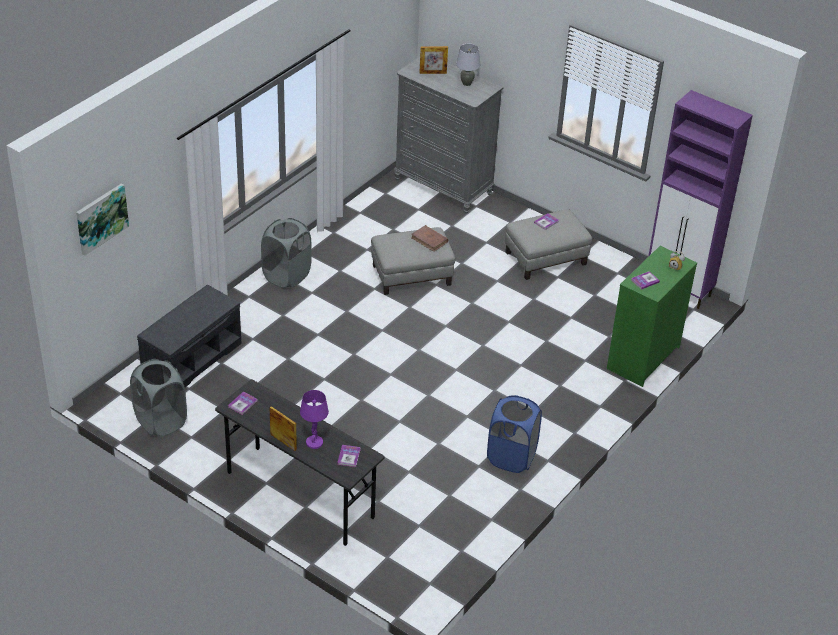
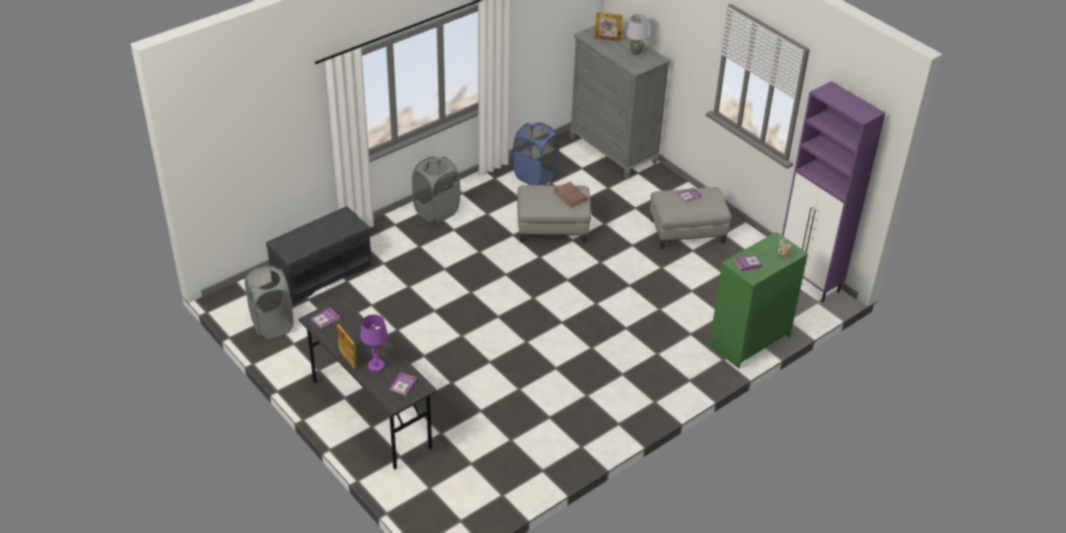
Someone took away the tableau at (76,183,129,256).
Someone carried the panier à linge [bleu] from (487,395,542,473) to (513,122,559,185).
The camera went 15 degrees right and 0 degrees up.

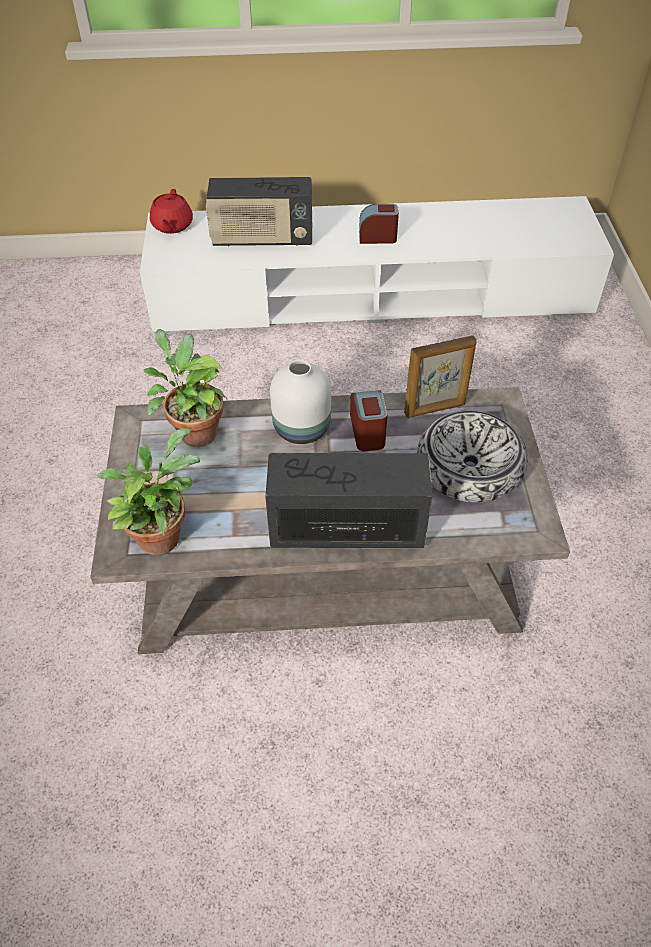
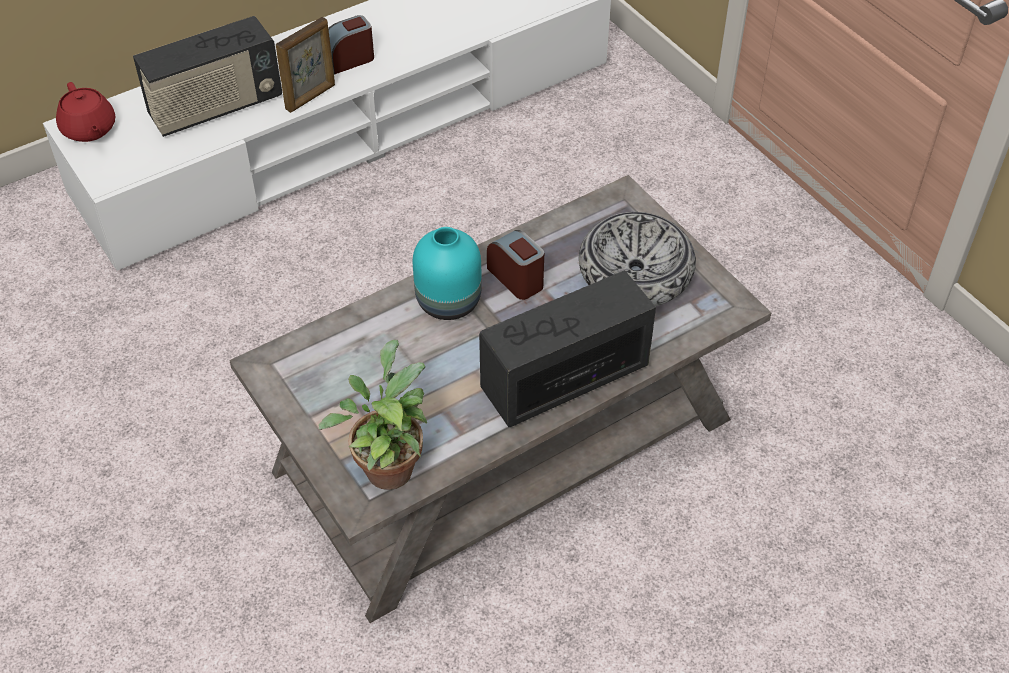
Someone took away the plante en pot at (143,329,227,447).
Someone carried the cadre photo from (404,335,477,418) to (276,17,335,113).
Someone repainted the vase [blanc] at (270,359,331,444), which became the vase [turquoise] at (413,227,482,320).
The camera went 30 degrees left and 0 degrees up.

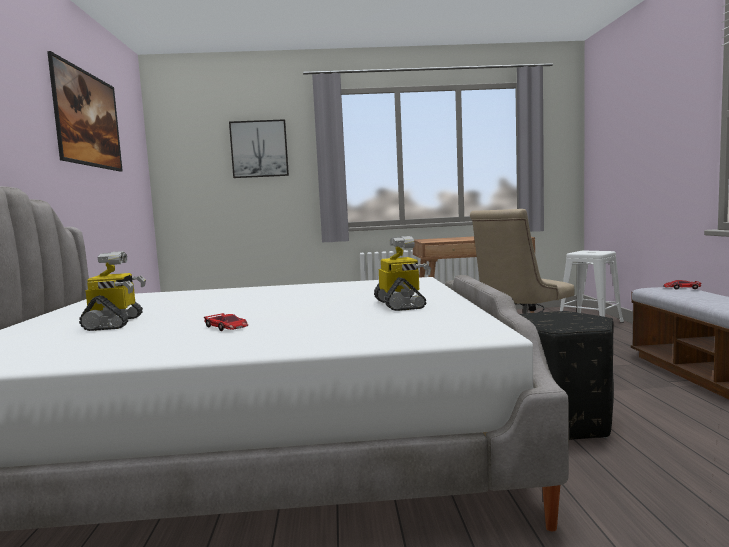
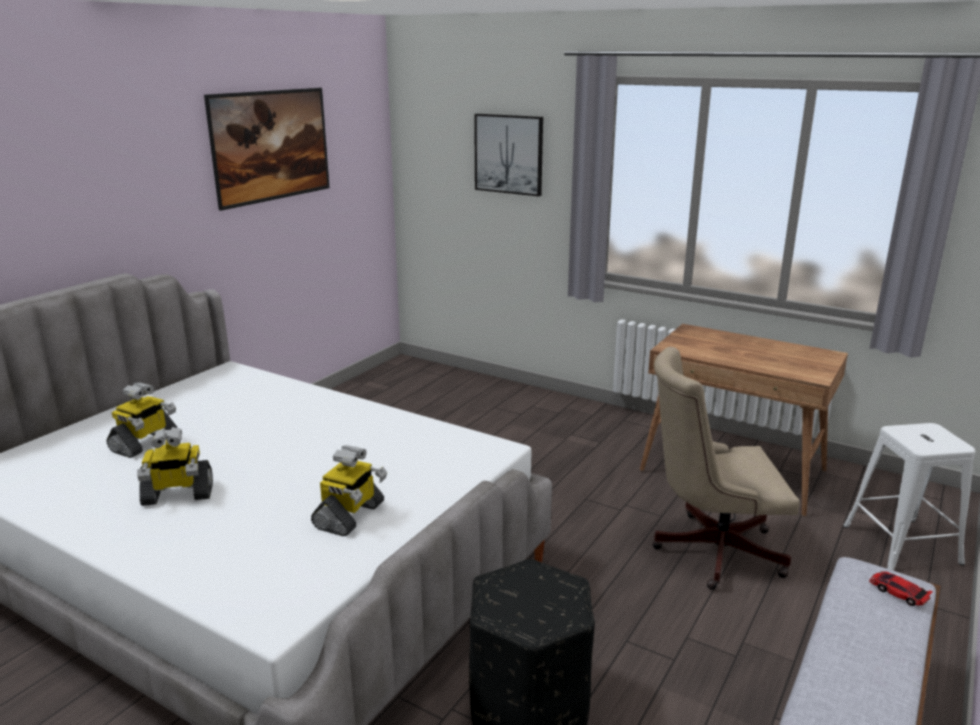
Someone swapped the petite voiture at (204,313,248,331) for the robot jouet at (137,427,213,506).
The camera went 35 degrees right and 15 degrees up.

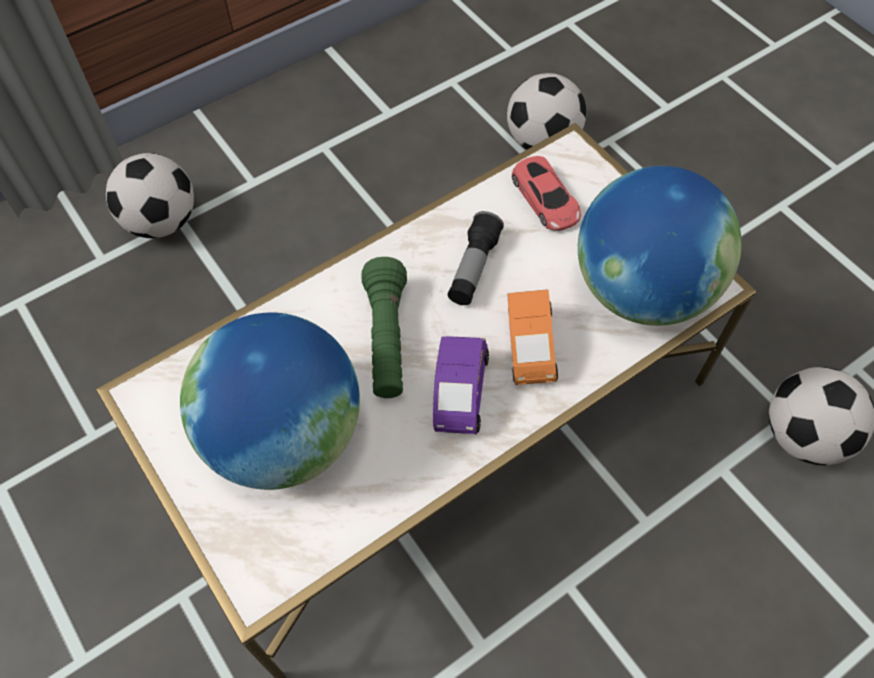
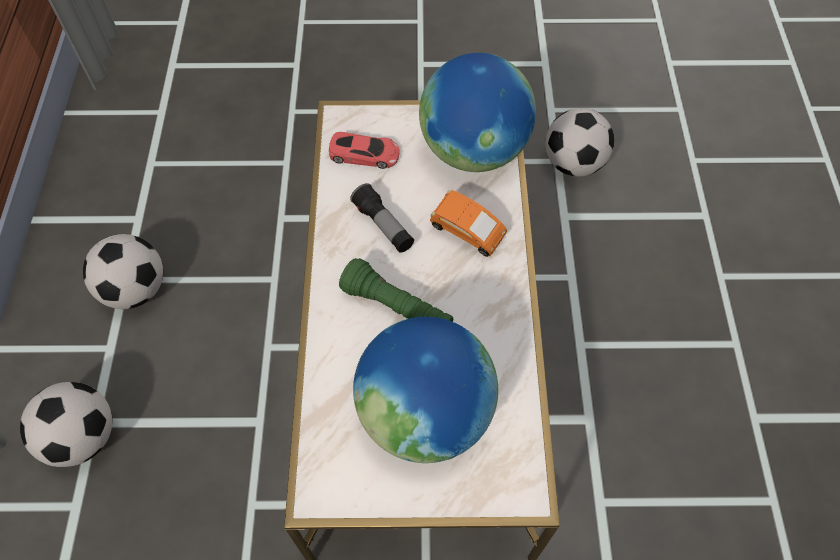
Someone took away the petite voiture [violet] at (433,336,489,434).
Someone carried the ballon de foot from (507,73,586,150) to (83,234,163,309).
The camera went 55 degrees left and 0 degrees up.

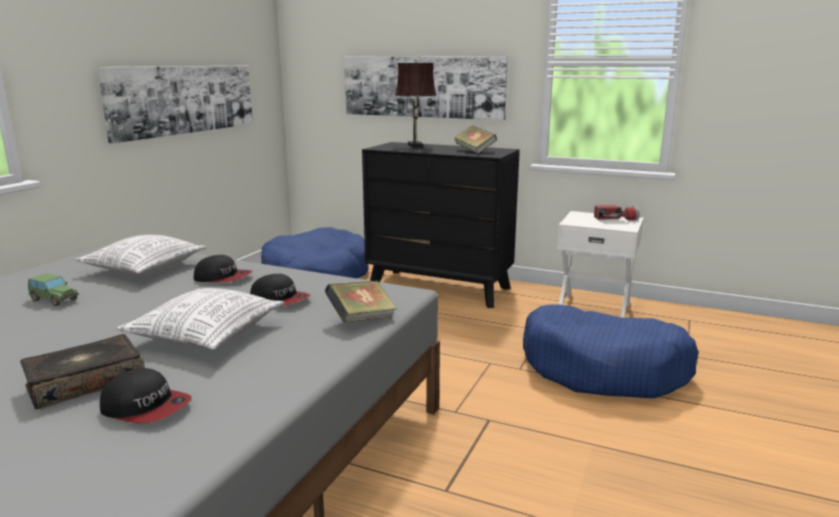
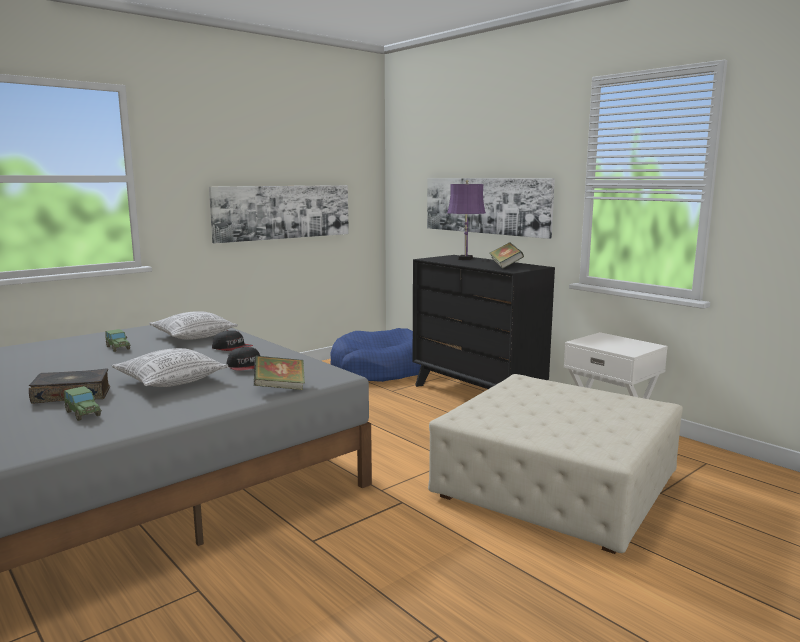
Someone took away the lampe de poche at (594,205,640,220).
Someone swapped the casquette at (100,368,192,424) for the petite voiture at (64,386,102,421).
Someone swapped the panier pour chien [bleu] at (523,304,699,398) for the pouf [beige] at (428,374,683,554).
Someone repainted the lampe de table [marron] at (395,58,437,147), which became the lampe de table [violet] at (447,180,486,260).
The camera went 25 degrees right and 5 degrees down.

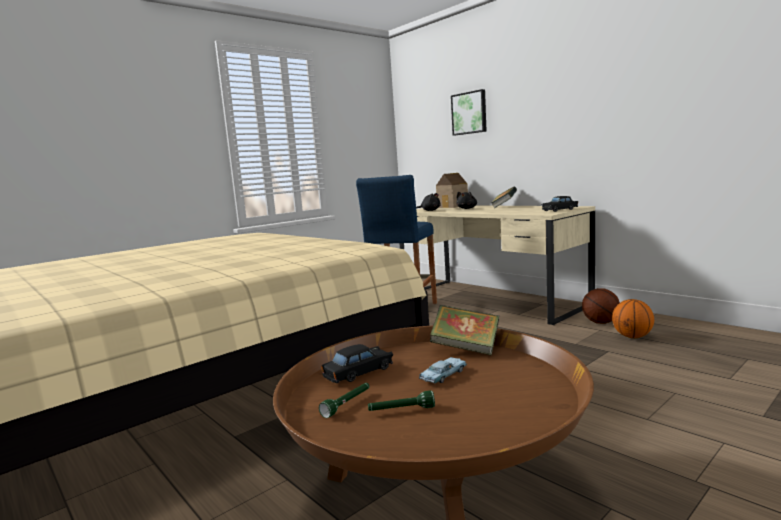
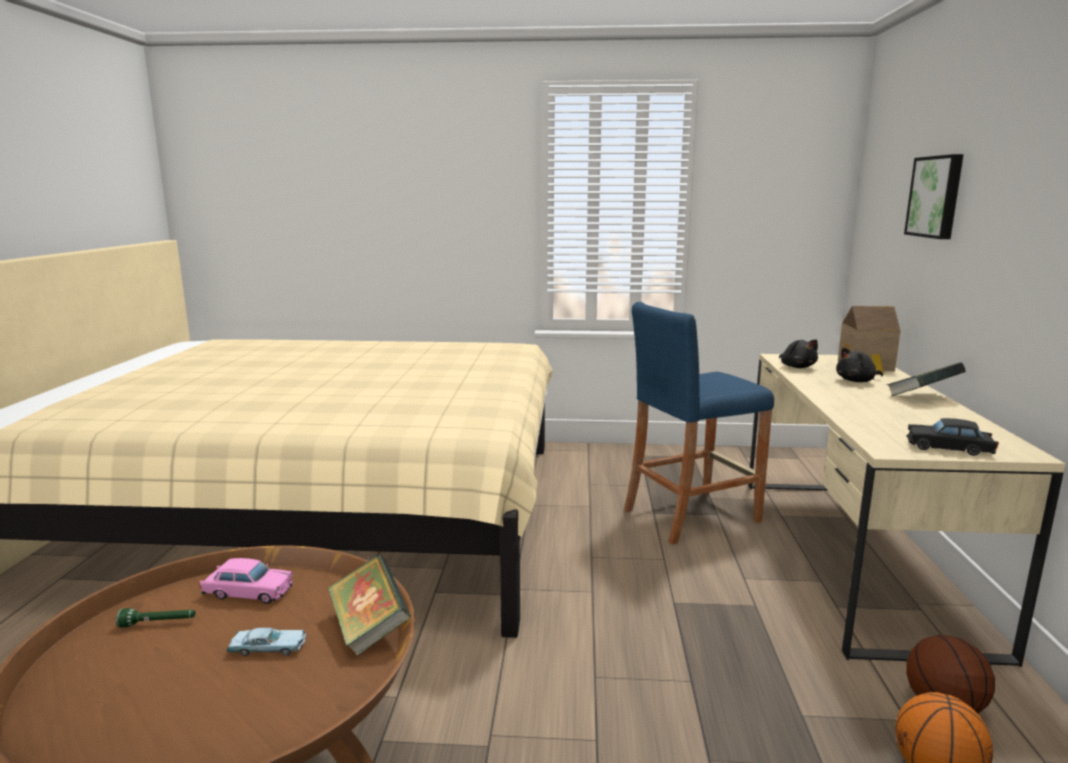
Someone took away the lampe de poche [vert] at (368,391,435,411).
Someone repainted the petite voiture [noir] at (321,344,393,383), which became the petite voiture [rose] at (199,558,293,604).
The camera went 45 degrees right and 5 degrees up.

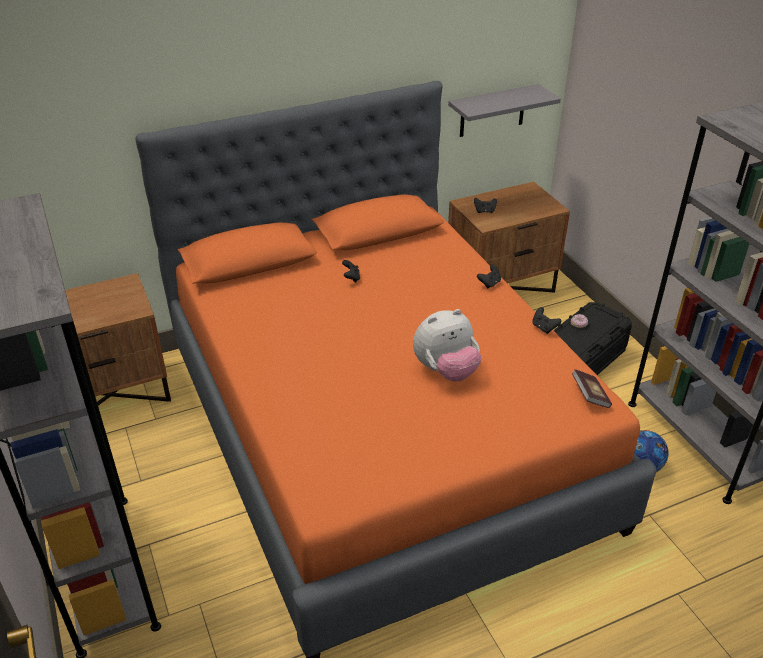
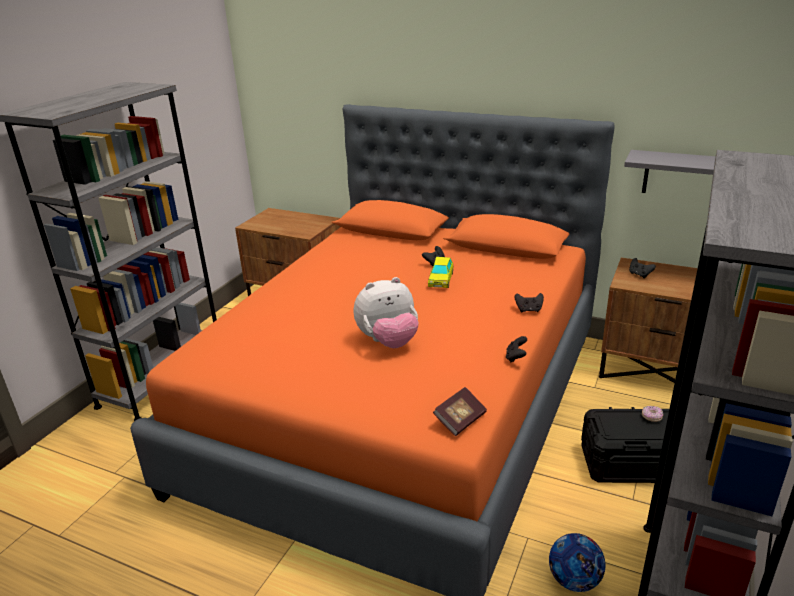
Someone put down the petite voiture at (428,257,453,288).
Someone rotated the peluche at (413,309,481,382) by 45 degrees counterclockwise.
The camera went 50 degrees right and 10 degrees down.

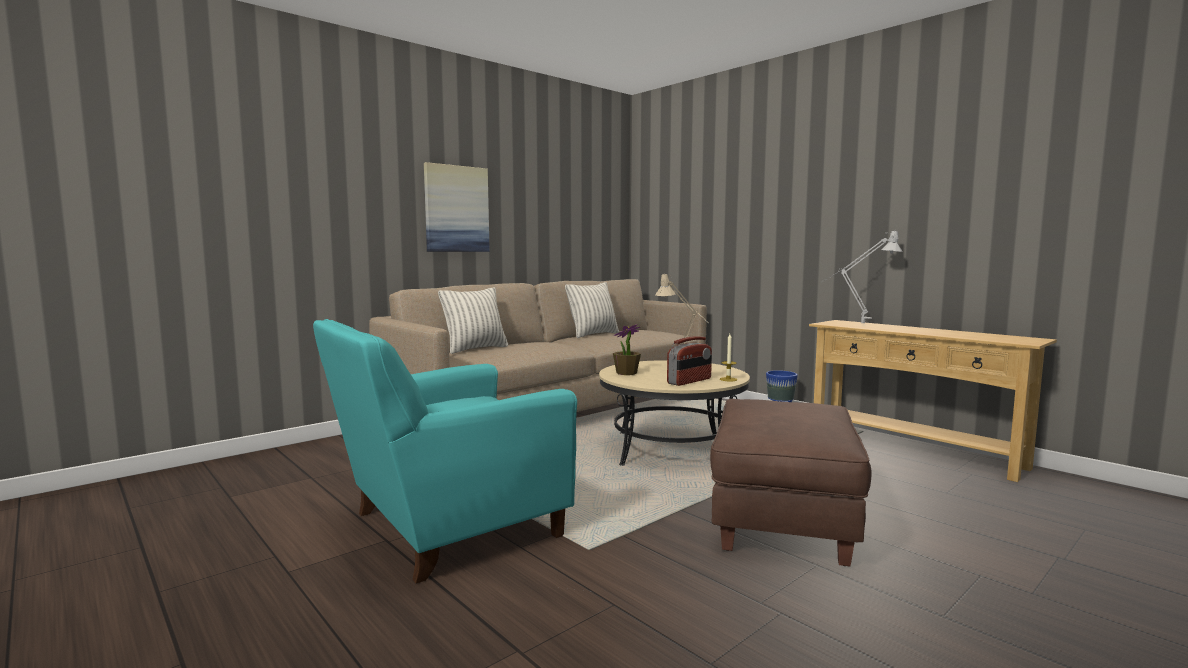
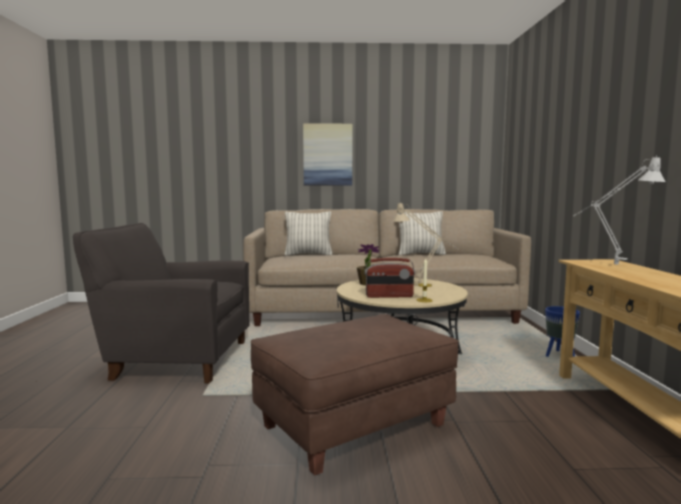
Someone repainted the fauteuil [turquoise] at (313,319,577,584), which became the fauteuil [gris] at (73,223,250,384).
The camera went 40 degrees right and 0 degrees up.

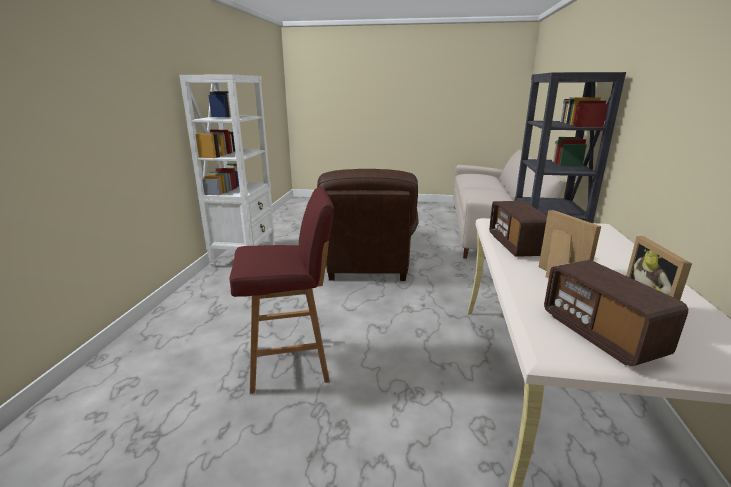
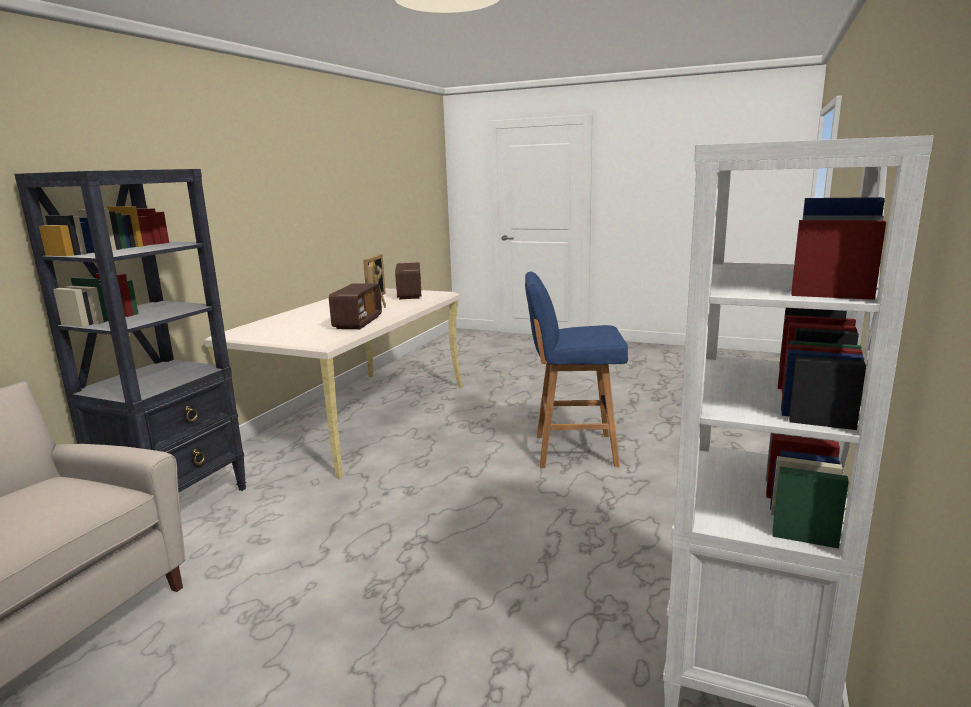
Someone took away the fauteuil [marron] at (317,169,419,281).
Someone repainted the tabouret [rouge] at (230,187,334,394), which became the tabouret [bleu] at (525,272,628,468).
The camera went 165 degrees left and 5 degrees down.

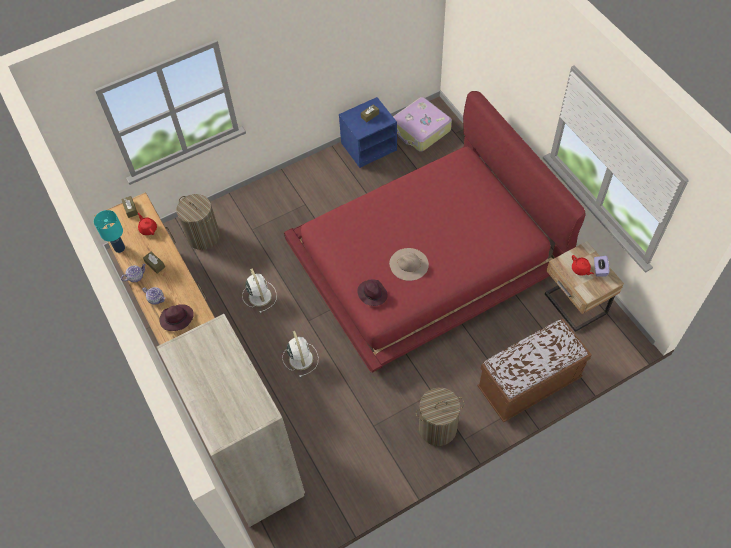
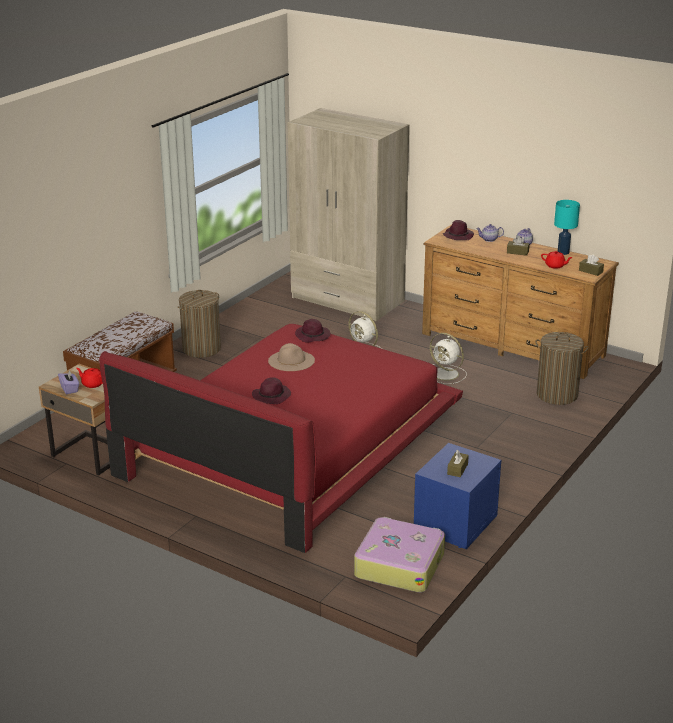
Someone put down the chapeau [violet] at (252,377,291,404).
The camera went 150 degrees right and 30 degrees down.

